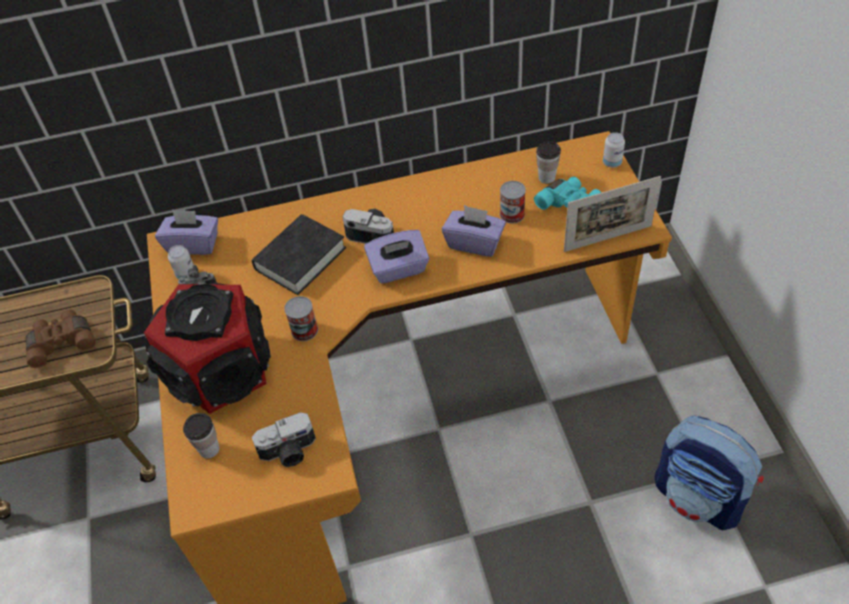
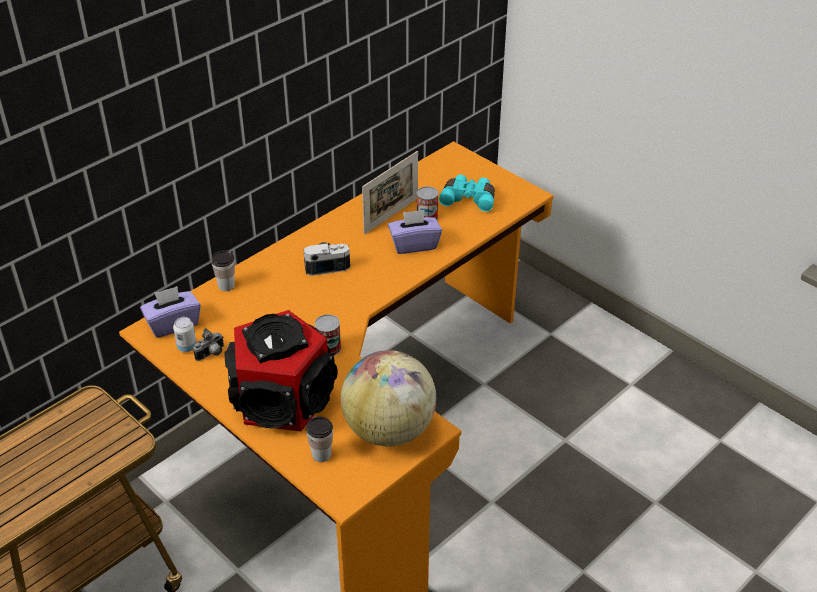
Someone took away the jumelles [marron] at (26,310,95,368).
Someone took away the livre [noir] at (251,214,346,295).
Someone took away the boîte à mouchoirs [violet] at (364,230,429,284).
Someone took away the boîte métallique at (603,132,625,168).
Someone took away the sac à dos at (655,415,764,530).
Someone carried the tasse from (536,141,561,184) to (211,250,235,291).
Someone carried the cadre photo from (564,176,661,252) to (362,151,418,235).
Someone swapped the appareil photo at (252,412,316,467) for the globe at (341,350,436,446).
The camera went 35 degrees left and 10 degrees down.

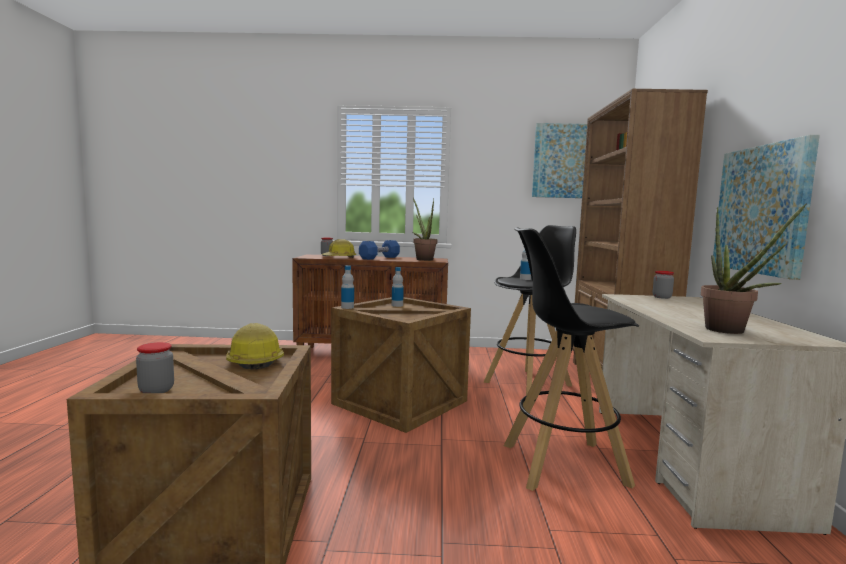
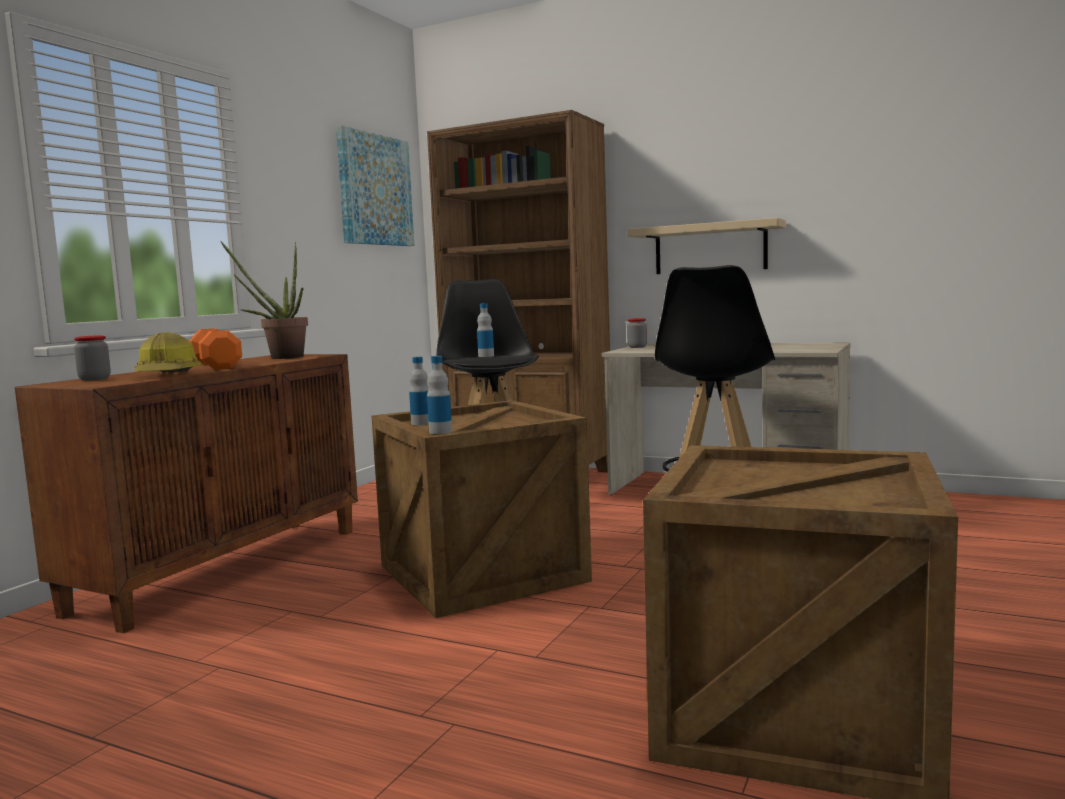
Someone took away the bocal at (136,342,174,393).
Someone took away the casque de chantier at (226,323,284,370).
Someone took away the plante en pot at (701,204,807,334).
Someone swapped the tableau at (713,135,820,280) for the étagère [beige] at (627,218,786,274).
Someone repainted the haltère [bleu] at (359,240,400,260), which became the haltère [orange] at (189,329,242,370).
The camera went 65 degrees left and 0 degrees up.

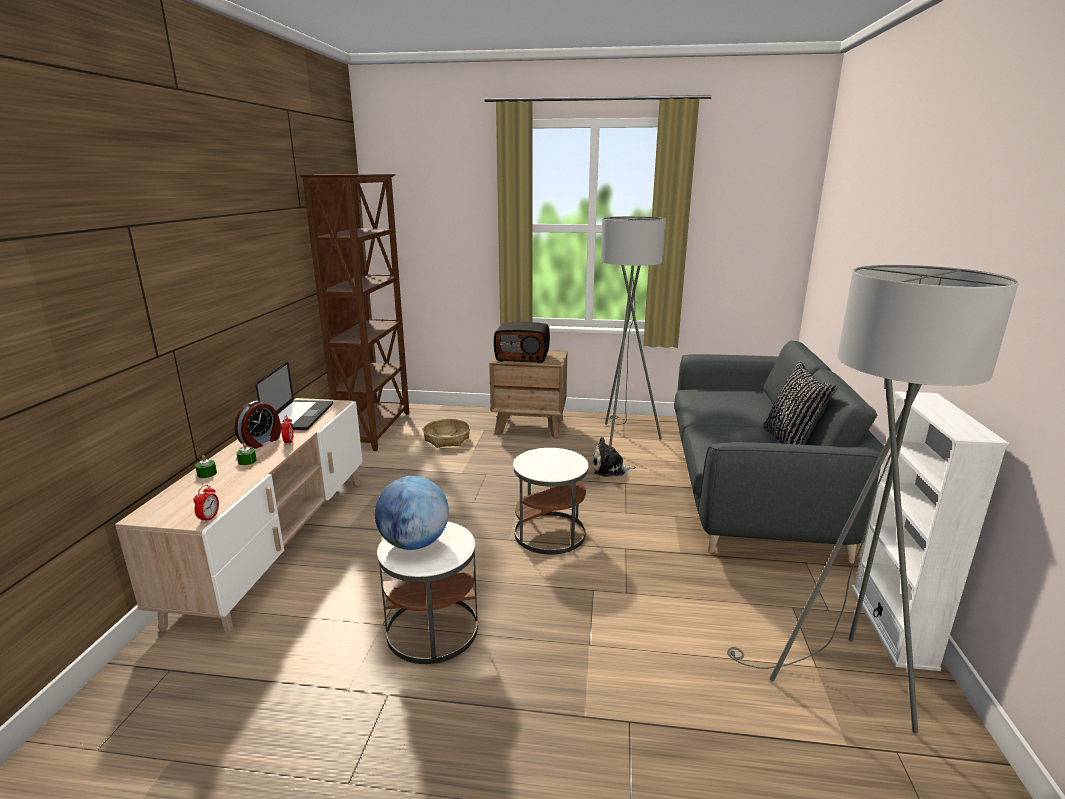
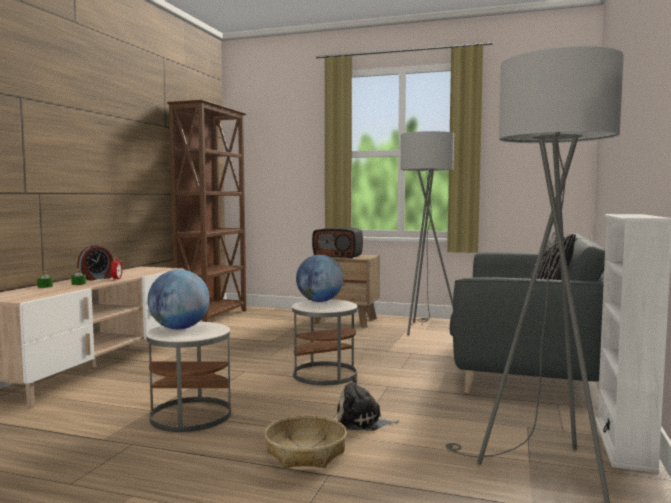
Someone took away the réveil at (193,484,219,523).
Someone took away the ordinateur portable at (255,362,333,430).
Someone put down the globe at (296,255,343,302).
Someone carried the panier from (423,419,470,448) to (264,415,347,468).
Someone carried the peluche from (592,437,636,477) to (337,376,400,431).
The camera went 10 degrees right and 15 degrees down.

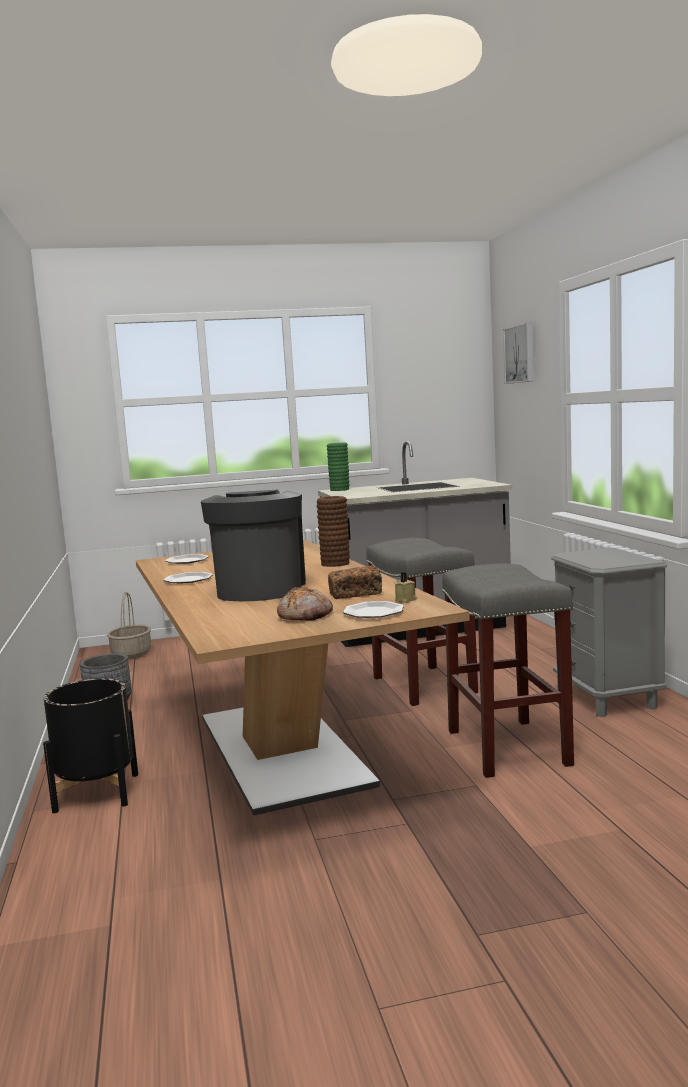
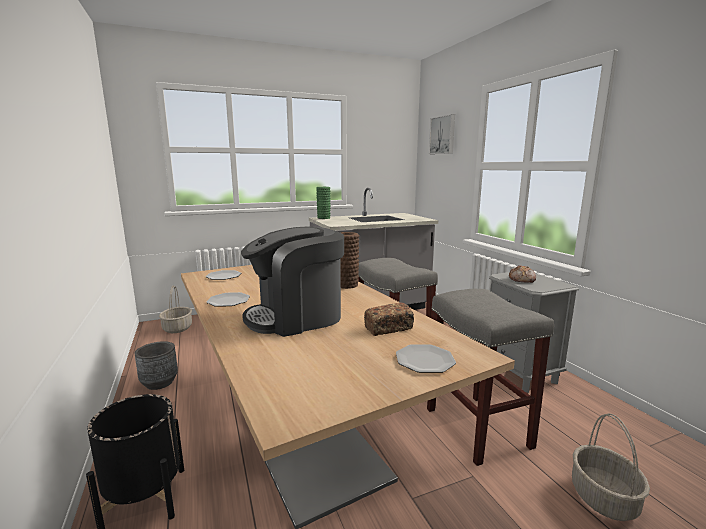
Someone took away the bougie [beige] at (394,572,417,603).
Someone put down the panier at (572,413,650,521).
Someone carried the pain from (277,587,333,621) to (509,265,536,283).
Someone rotated the machine à café at (201,490,306,601) by 105 degrees counterclockwise.
The camera went 10 degrees left and 5 degrees up.

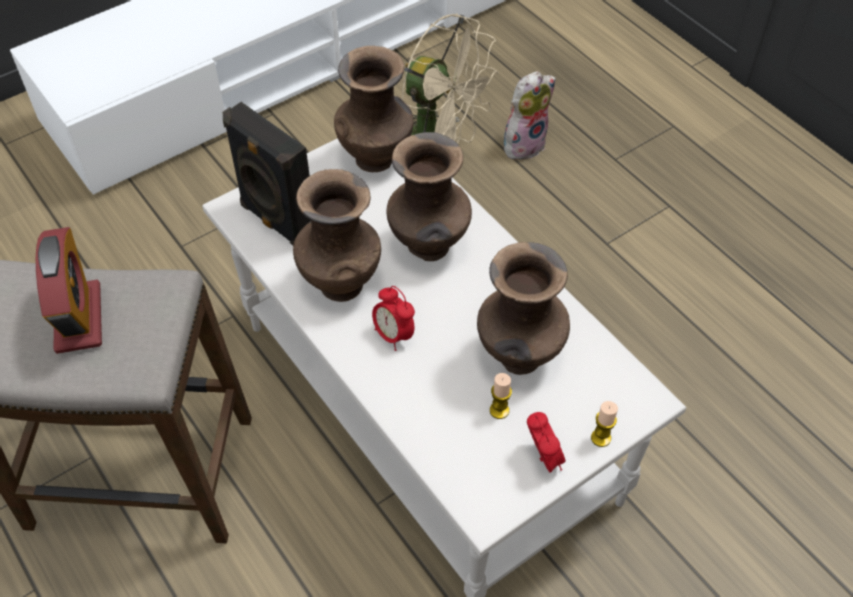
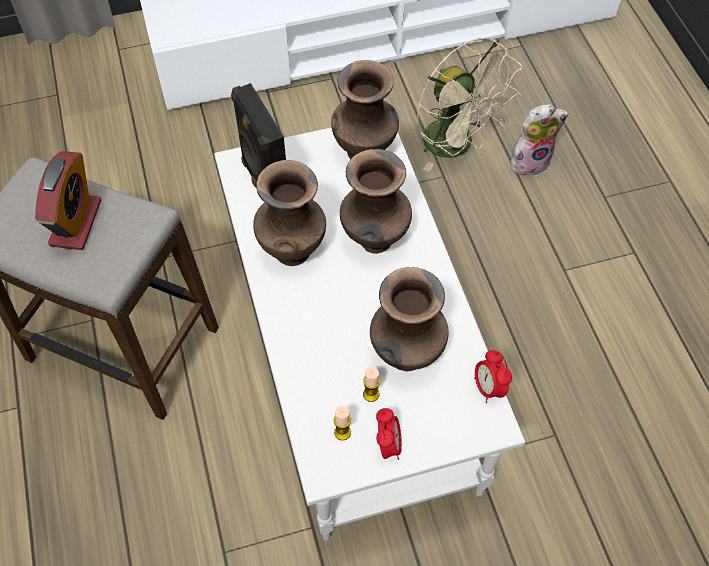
Someone carried the réveil from (372,286,415,351) to (474,350,512,403).
Someone carried the bougie from (591,401,618,447) to (333,406,351,440).
The camera went 20 degrees right and 5 degrees up.

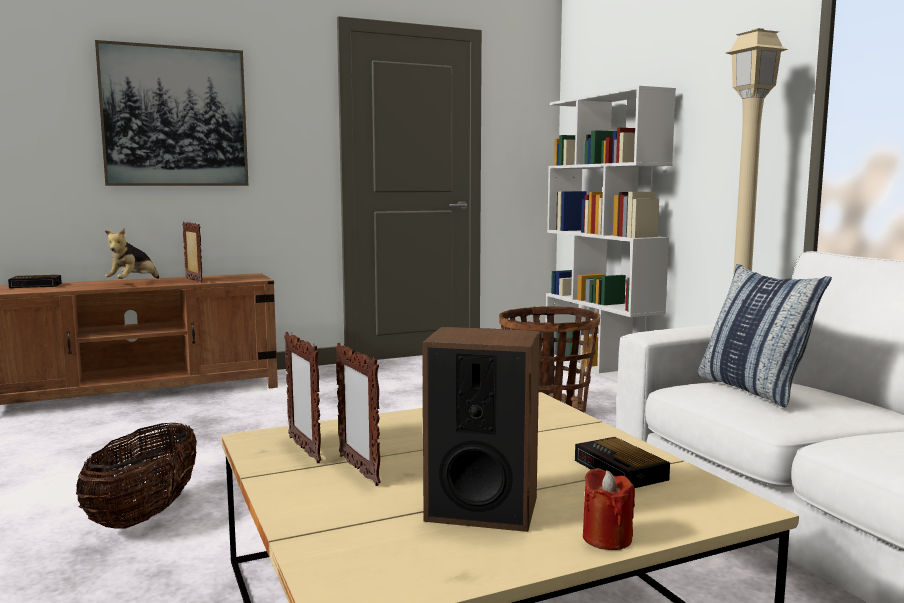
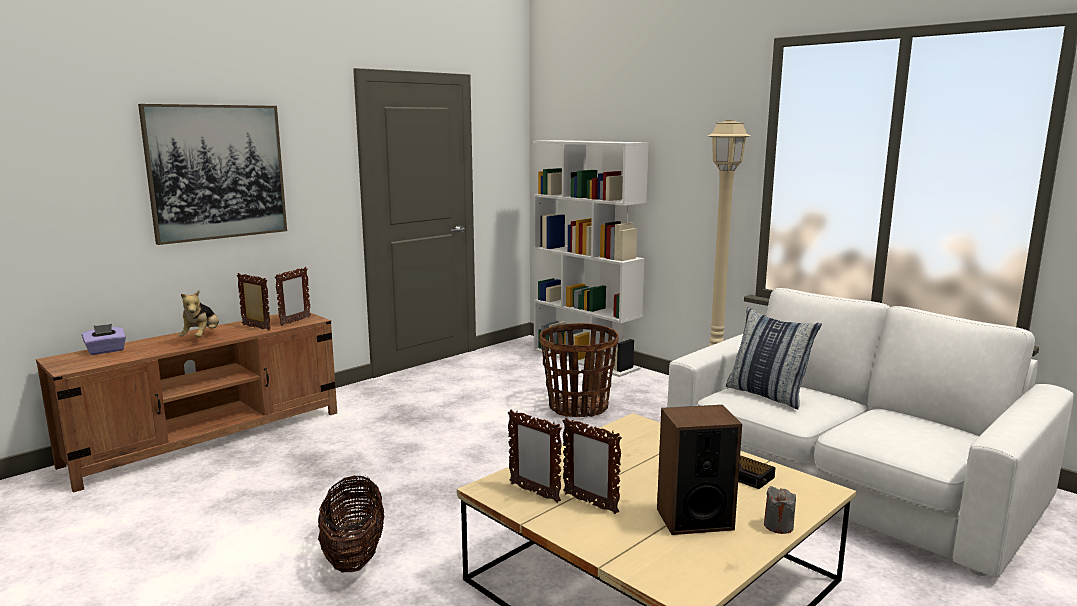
Someone put down the cadre photo at (275,267,311,326).
Someone swapped the réveil at (8,275,62,288) for the boîte à mouchoirs [violet] at (82,324,126,355).
Someone repainted the bougie [rouge] at (583,468,635,550), which became the bougie [gris] at (764,486,796,534).
The camera went 20 degrees left and 5 degrees up.

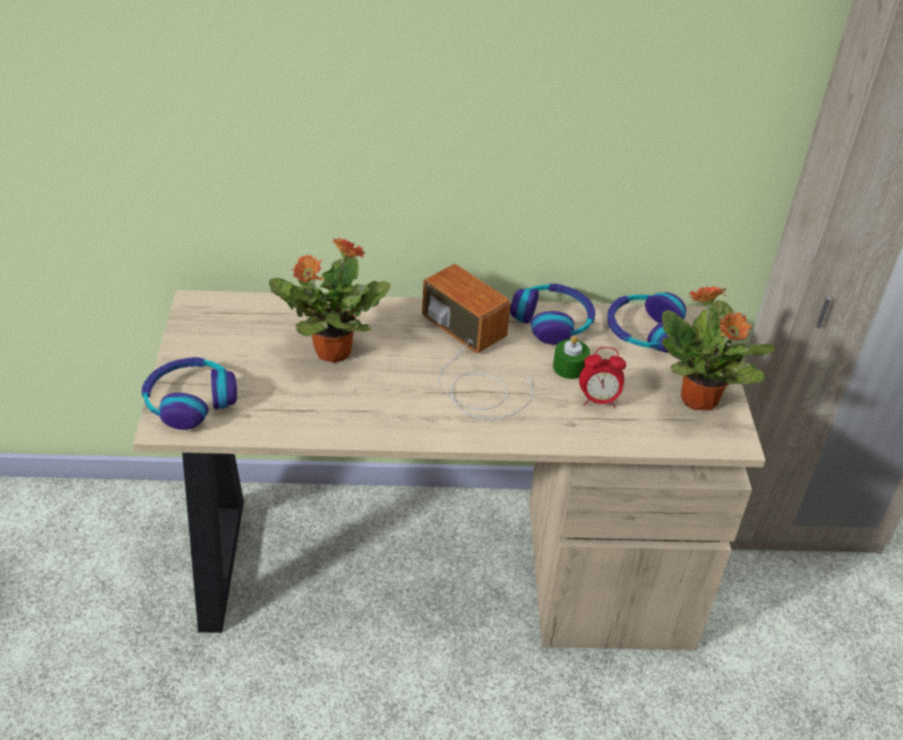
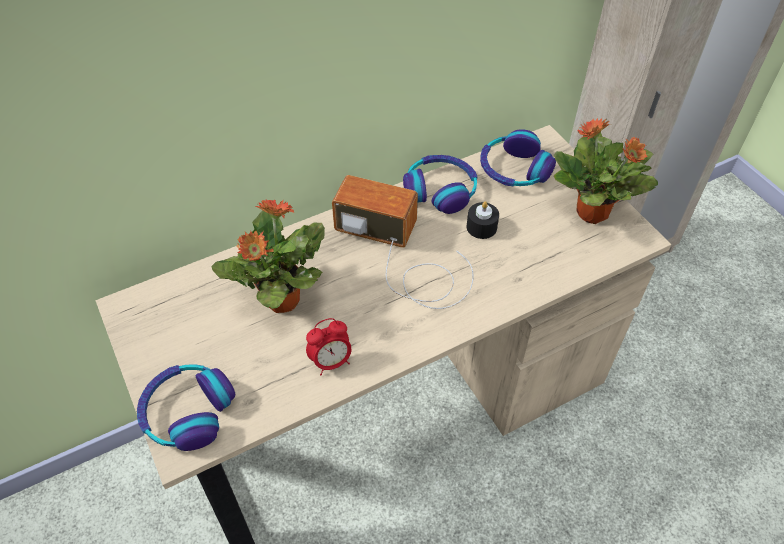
Someone carried the réveil from (579,347,626,408) to (306,318,351,375).
Someone repainted the bougie [vert] at (553,336,590,379), which became the bougie [noir] at (467,201,499,239).
The camera went 25 degrees left and 10 degrees up.

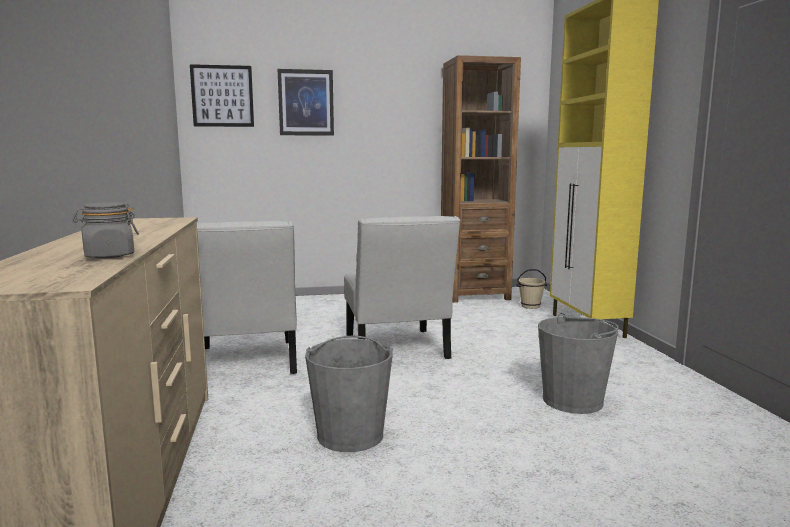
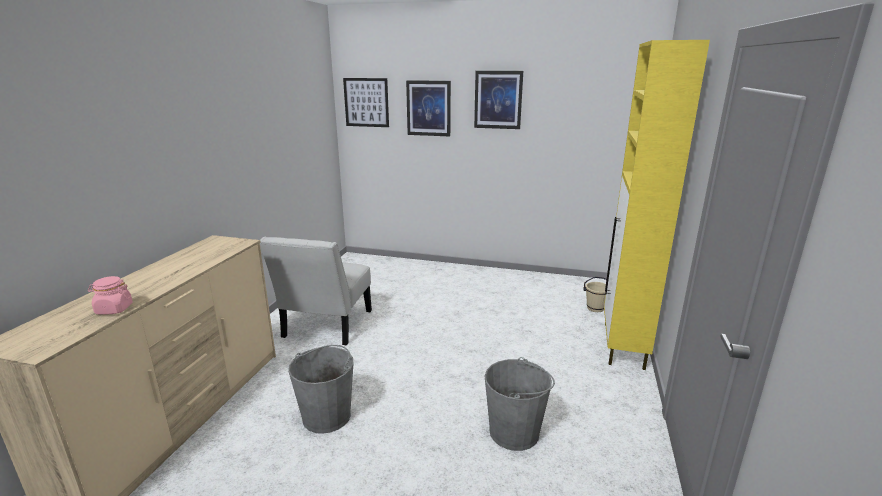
Someone took away the chaise [blanc] at (344,216,460,359).
Someone took away the bibliothèque [marron] at (441,55,521,303).
Someone put up the tableau at (474,71,523,129).
Someone repainted the bocal [gris] at (72,202,139,259), which became the bocal [rose] at (88,276,133,315).
The camera went 25 degrees right and 10 degrees up.

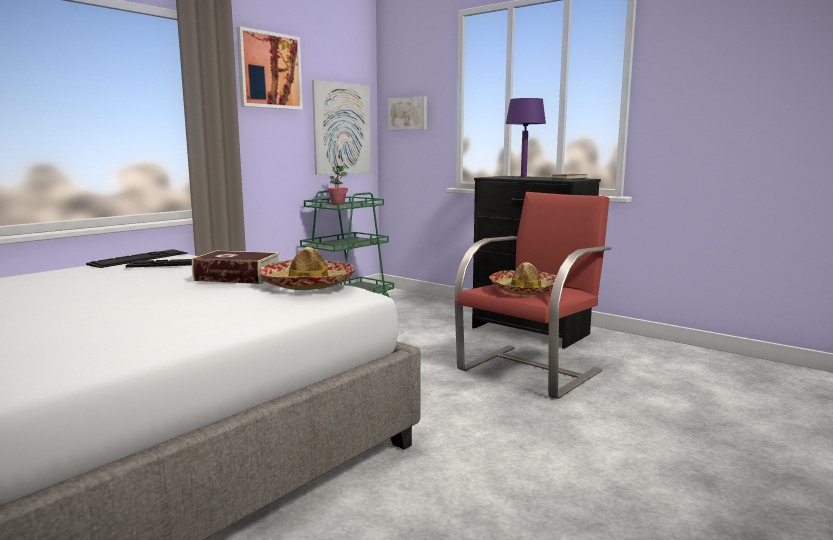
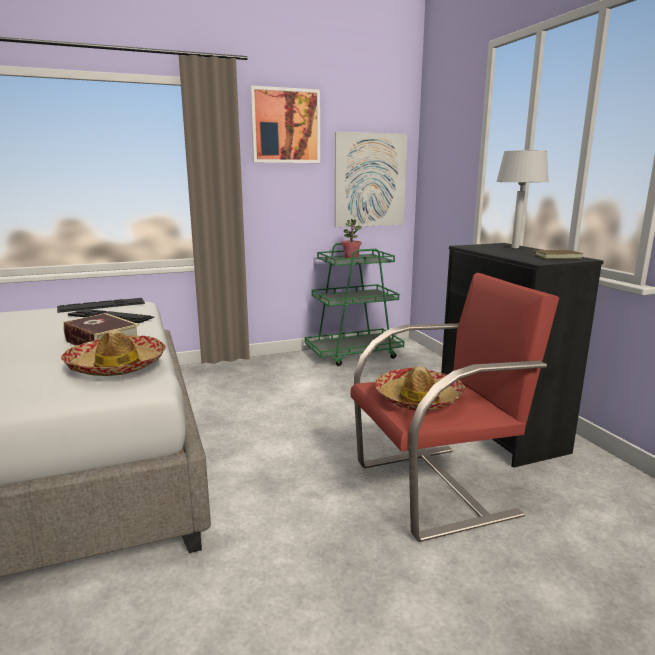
Someone took away the tableau at (388,96,427,130).
Someone repainted the lampe de table [violet] at (506,98,546,177), which became the lampe de table [gris] at (496,150,549,248).
The camera went 30 degrees right and 5 degrees up.

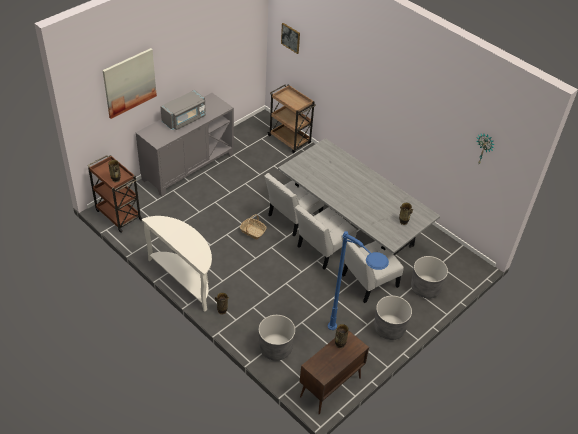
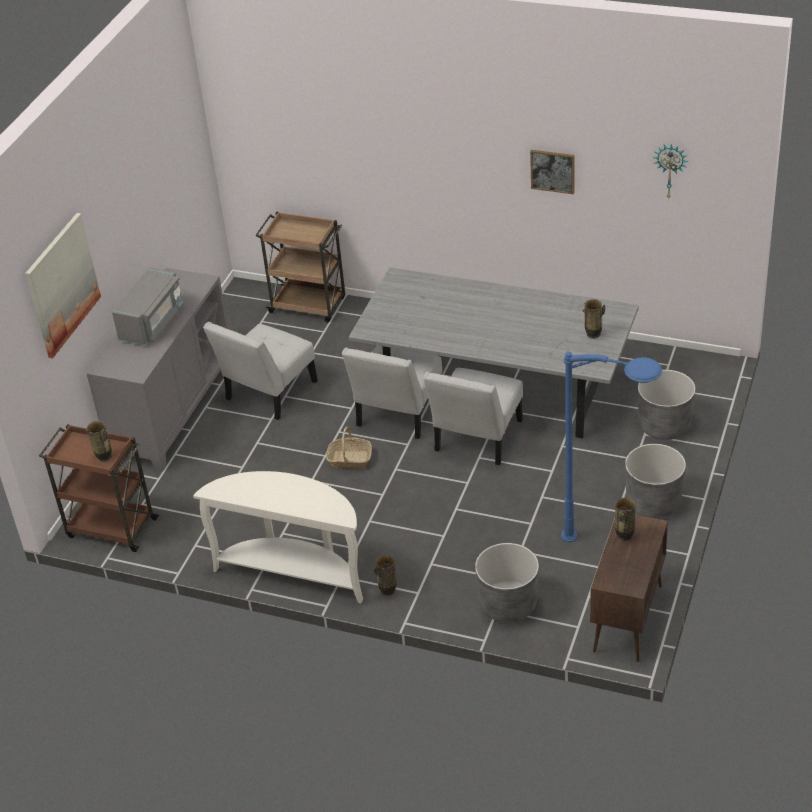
Someone carried the tableau from (281,23,300,54) to (530,150,575,194).
Someone carried the chaise [blanc] from (341,235,404,303) to (203,322,318,420).
The camera went 20 degrees left and 5 degrees down.

